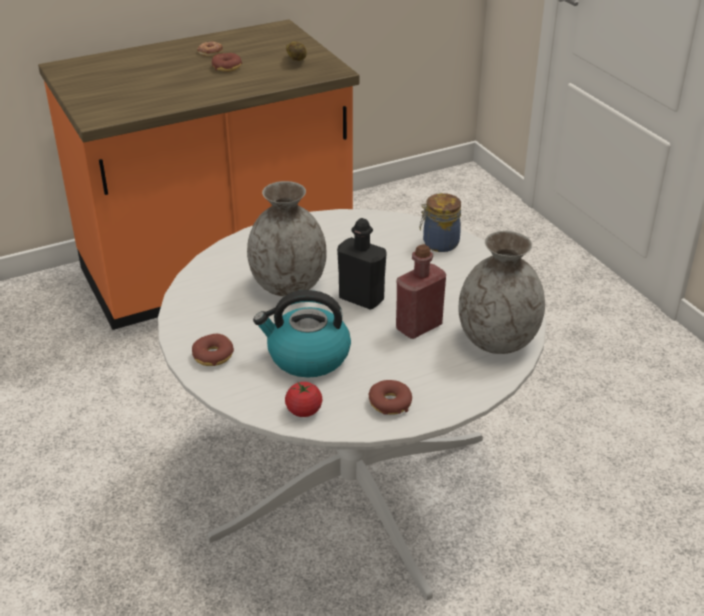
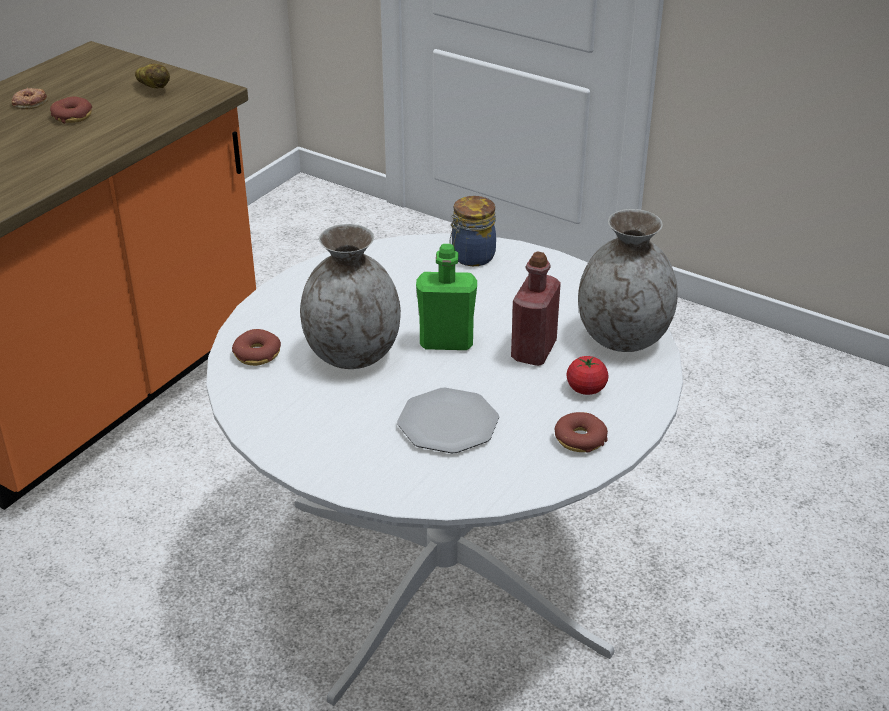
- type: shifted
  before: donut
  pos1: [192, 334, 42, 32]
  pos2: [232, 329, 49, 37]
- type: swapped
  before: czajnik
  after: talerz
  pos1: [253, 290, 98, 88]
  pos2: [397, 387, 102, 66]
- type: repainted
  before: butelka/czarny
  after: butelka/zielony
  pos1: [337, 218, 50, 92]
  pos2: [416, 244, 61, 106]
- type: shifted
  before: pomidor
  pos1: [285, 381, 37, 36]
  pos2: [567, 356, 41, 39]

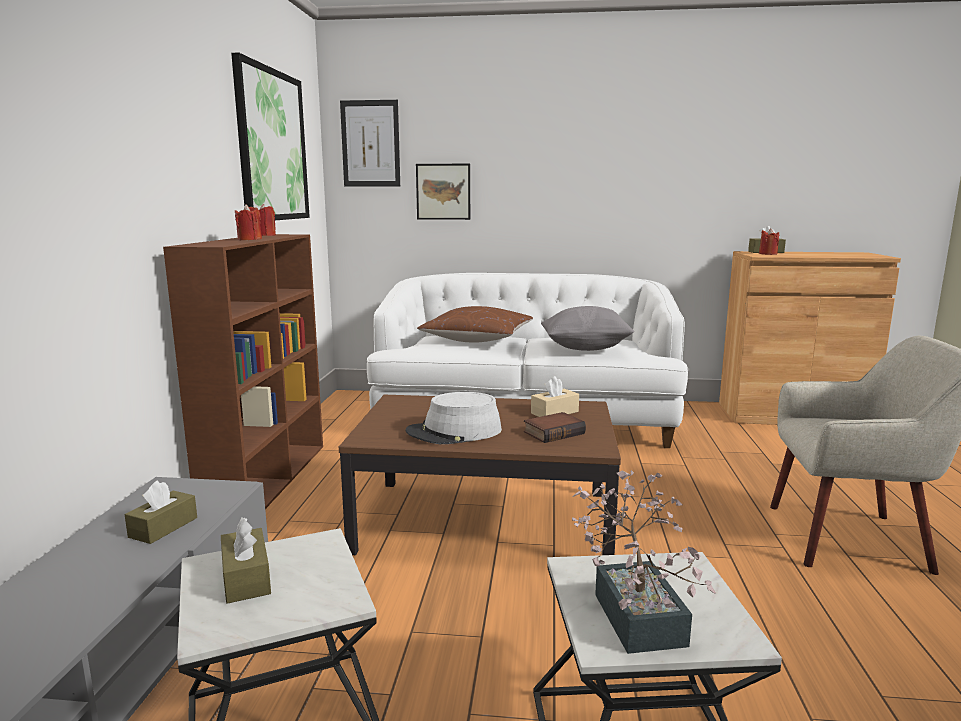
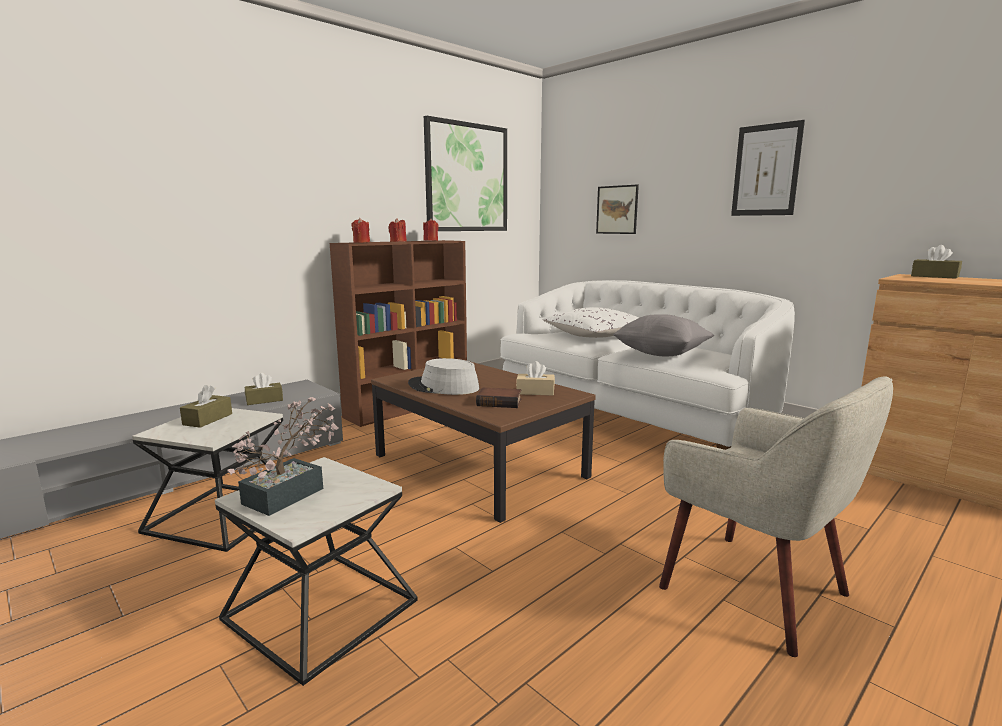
- type: shifted
  before: świeca/czerwony
  pos1: [759, 228, 20, 27]
  pos2: [351, 218, 19, 25]
- type: repainted
  before: poduszka/brązowy
  after: poduszka/biały
  pos1: [417, 306, 116, 37]
  pos2: [543, 307, 96, 31]
- type: shifted
  before: obraz
  pos1: [340, 100, 60, 87]
  pos2: [731, 120, 74, 96]

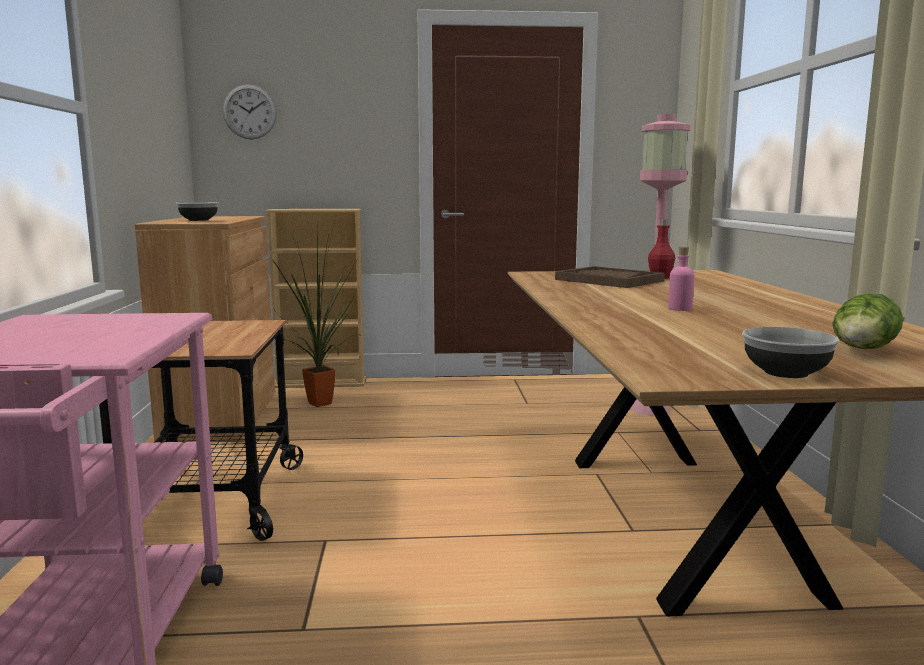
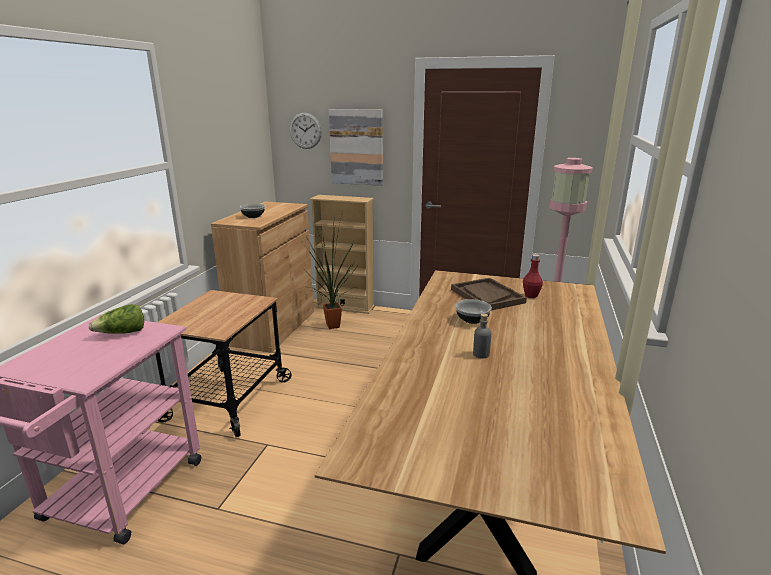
- type: shifted
  before: sałata
  pos1: [832, 293, 71, 56]
  pos2: [88, 304, 56, 30]
- type: new
  after: obraz
  pos2: [329, 109, 54, 77]
- type: shifted
  before: miska
  pos1: [742, 327, 97, 51]
  pos2: [455, 299, 37, 25]
- type: repainted
  before: butelka/różowy
  after: butelka/szary
  pos1: [668, 246, 26, 65]
  pos2: [473, 313, 18, 45]

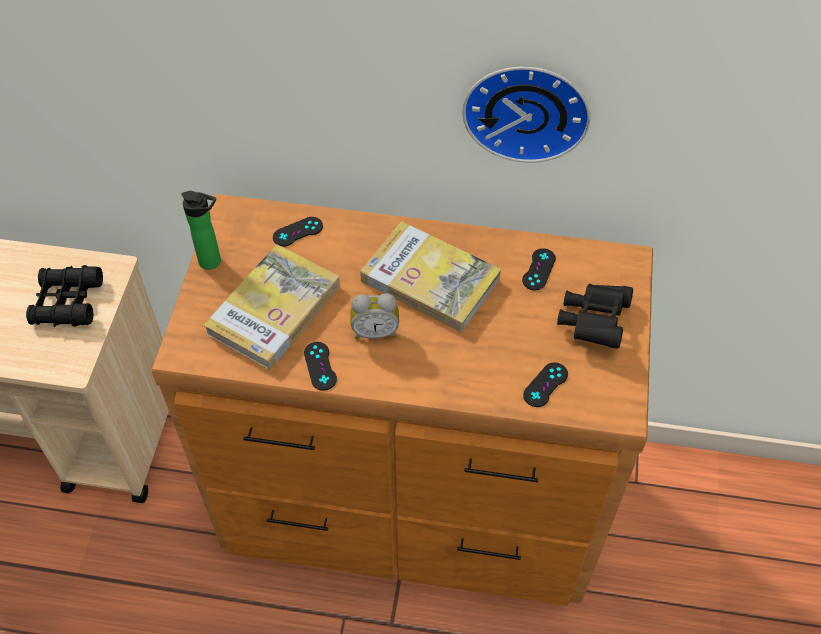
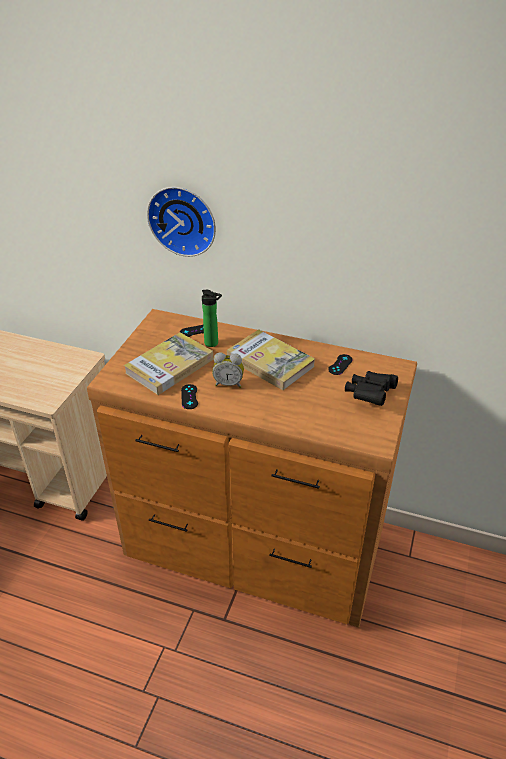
- type: shifted
  before: zegar ścienny
  pos1: [462, 67, 129, 96]
  pos2: [147, 187, 69, 70]
- type: shifted
  before: butelka
  pos1: [181, 191, 40, 79]
  pos2: [202, 290, 20, 57]
- type: gone
  before: lornetka/czarny
  pos1: [26, 265, 77, 62]
- type: gone
  before: pad do gier/czarny
  pos1: [523, 362, 45, 45]

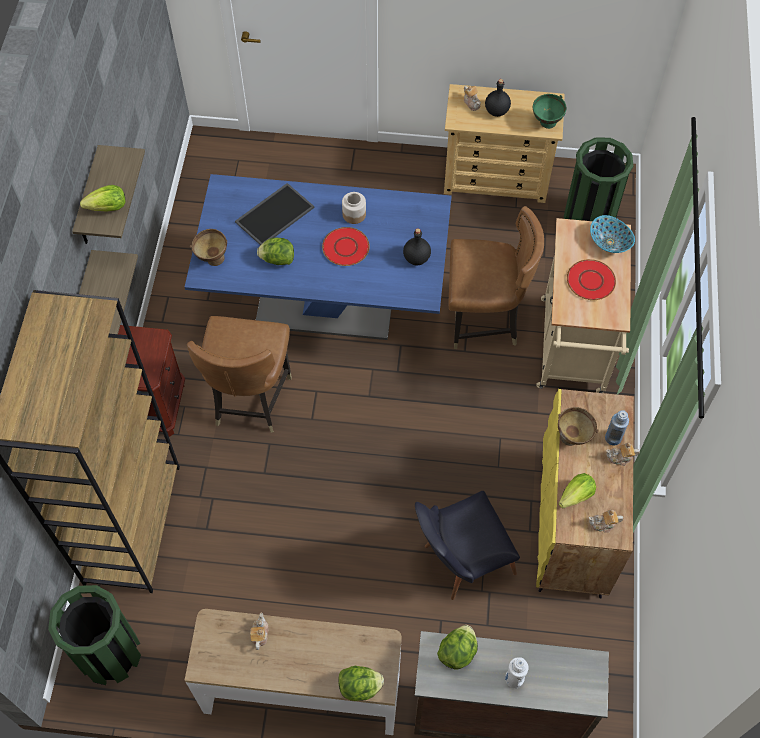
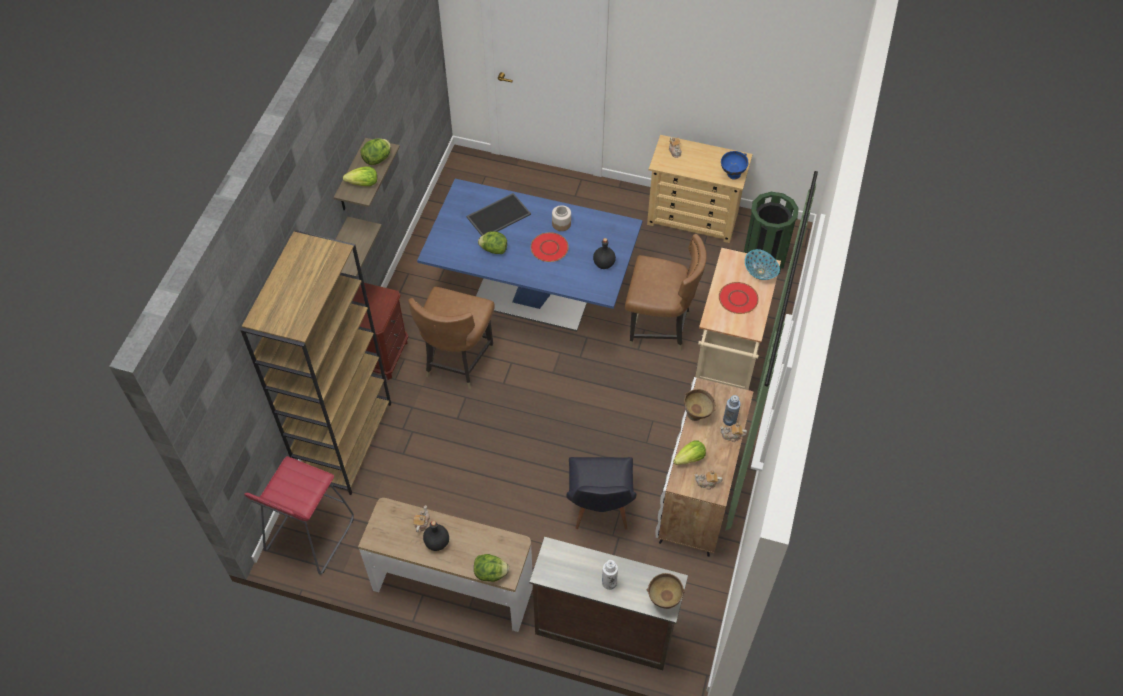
- type: swapped
  before: kosz na śmieci/zielony
  after: stołek/czerwony
  pos1: [48, 585, 93, 100]
  pos2: [244, 456, 110, 118]
- type: shifted
  before: sałata
  pos1: [437, 625, 41, 45]
  pos2: [361, 138, 30, 27]
- type: shifted
  before: butelka/czarny
  pos1: [485, 79, 26, 38]
  pos2: [423, 521, 26, 30]
- type: rotated
  before: krzesło/czarny
  pos1: [415, 491, 105, 109]
  pos2: [567, 457, 69, 72]
  turn: -75
- type: shifted
  before: miska/brązowy
  pos1: [190, 229, 37, 37]
  pos2: [646, 573, 39, 36]
- type: repainted
  before: szafka/żółty
  after: szafka/biały
  pos1: [536, 389, 98, 210]
  pos2: [655, 377, 99, 180]
- type: repainted
  before: miska/zielony
  after: miska/niebieski
  pos1: [533, 94, 33, 35]
  pos2: [721, 151, 27, 29]

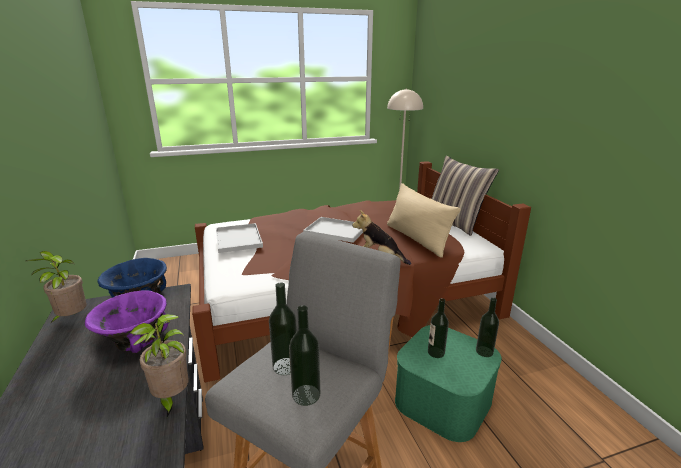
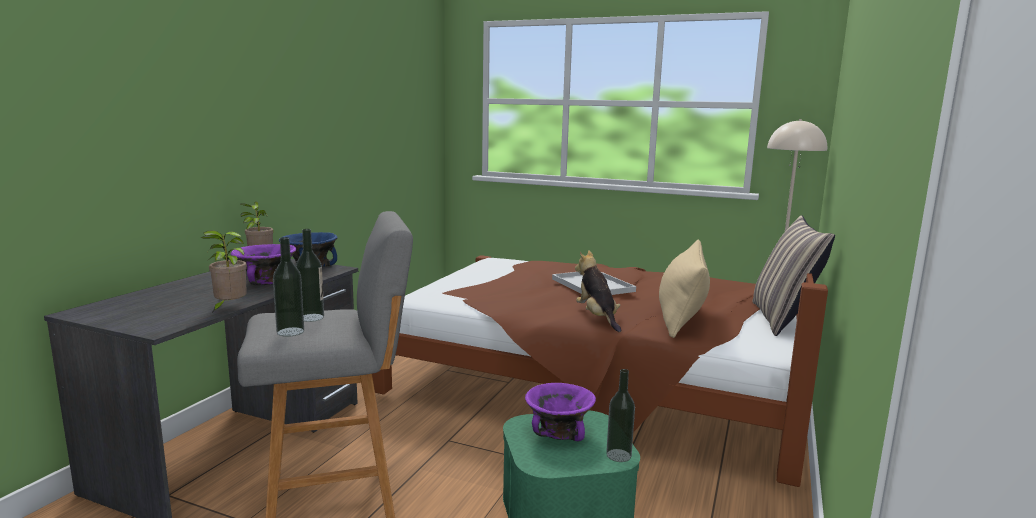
- type: swapped
  before: butelka
  after: miska/fioletowy
  pos1: [428, 298, 21, 60]
  pos2: [525, 383, 71, 58]
- type: gone
  before: taca/biały
  pos1: [216, 223, 47, 30]

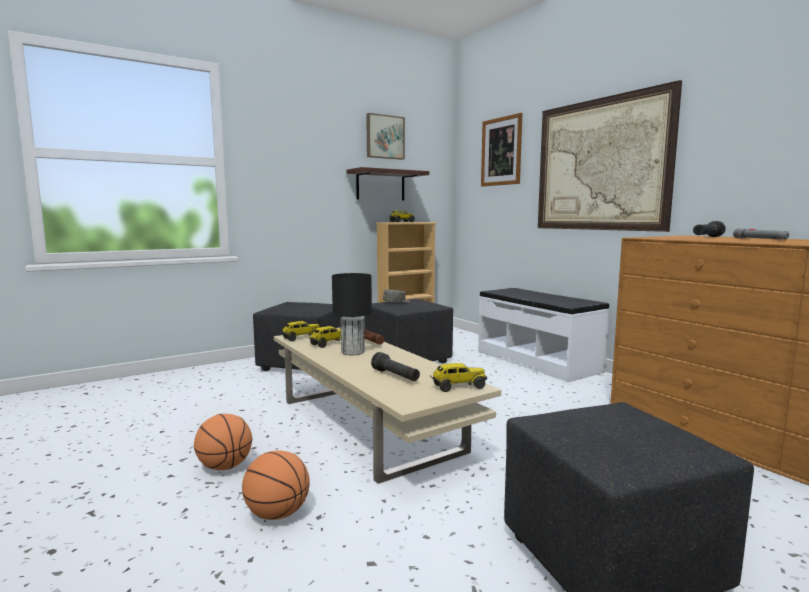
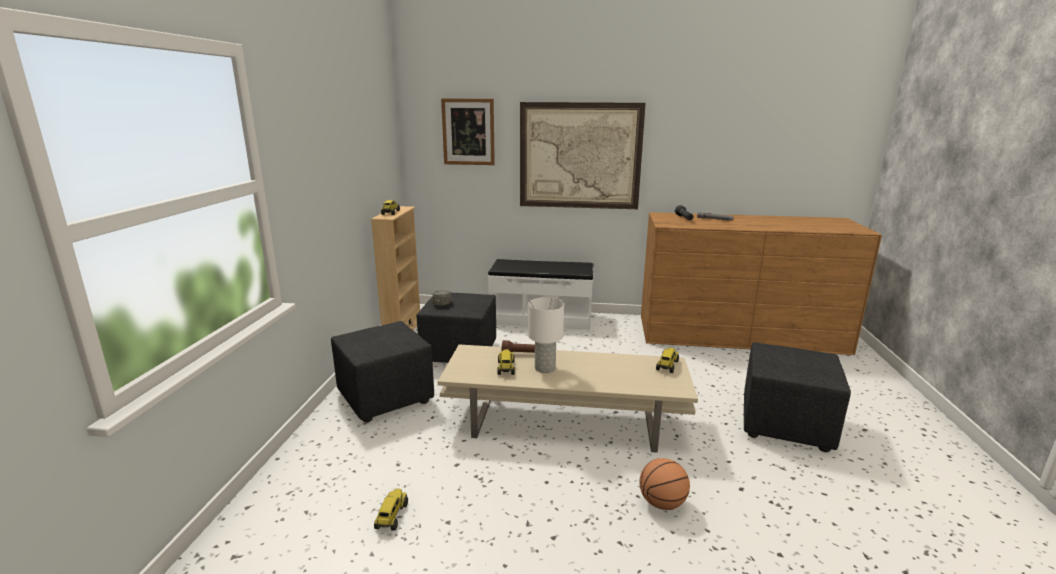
- type: shifted
  before: ciężarówka zabawkowa
  pos1: [280, 321, 40, 20]
  pos2: [374, 489, 34, 42]
- type: repainted
  before: lampa stołowa/czarny
  after: lampa stołowa/biały
  pos1: [332, 273, 40, 82]
  pos2: [528, 297, 36, 76]
- type: gone
  before: piłka do koszykówki
  pos1: [194, 414, 58, 56]
- type: gone
  before: półka
  pos1: [346, 167, 83, 33]
- type: gone
  before: obraz
  pos1: [366, 113, 39, 47]
- type: gone
  before: latarka/czarny
  pos1: [371, 352, 49, 29]

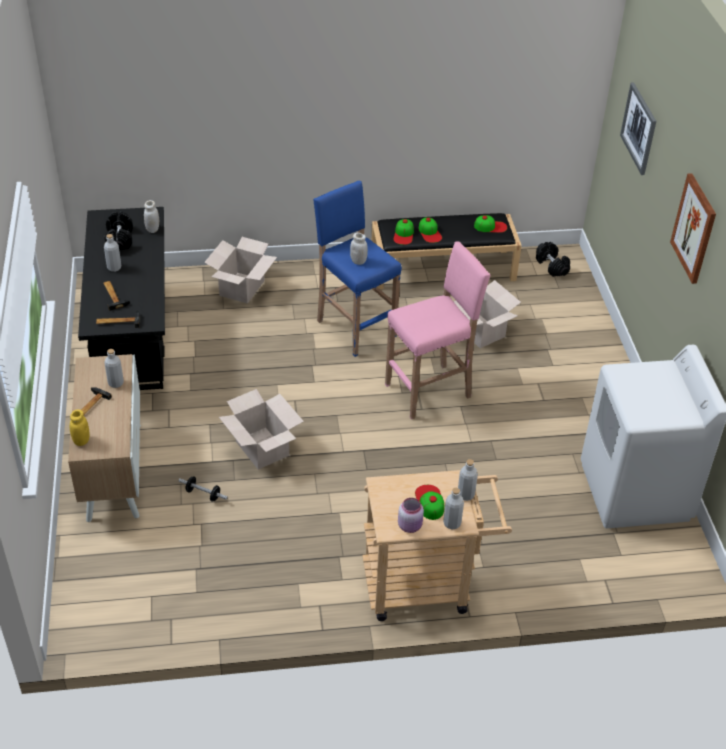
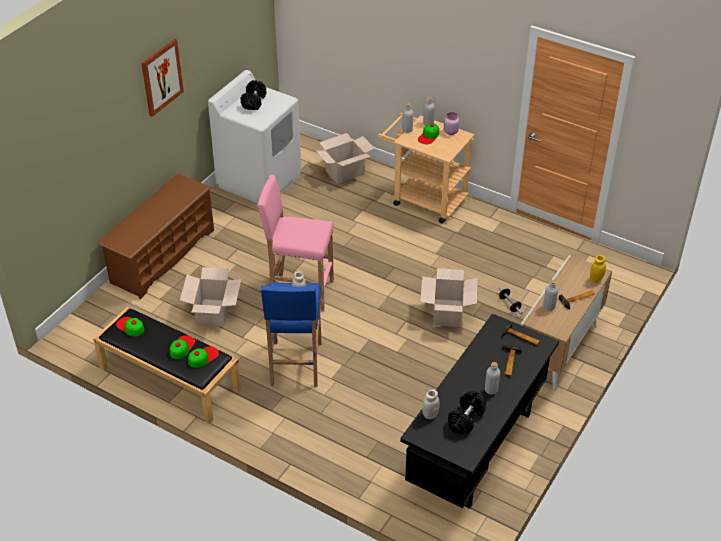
- type: new
  after: regał na buty/brązowy
  pos2: [97, 174, 117, 125]
- type: shifted
  before: hantel/czarny
  pos1: [536, 242, 34, 35]
  pos2: [240, 80, 27, 30]
- type: shifted
  before: karton
  pos1: [204, 237, 73, 67]
  pos2: [316, 133, 58, 51]
- type: gone
  before: obraz
  pos1: [620, 82, 36, 93]

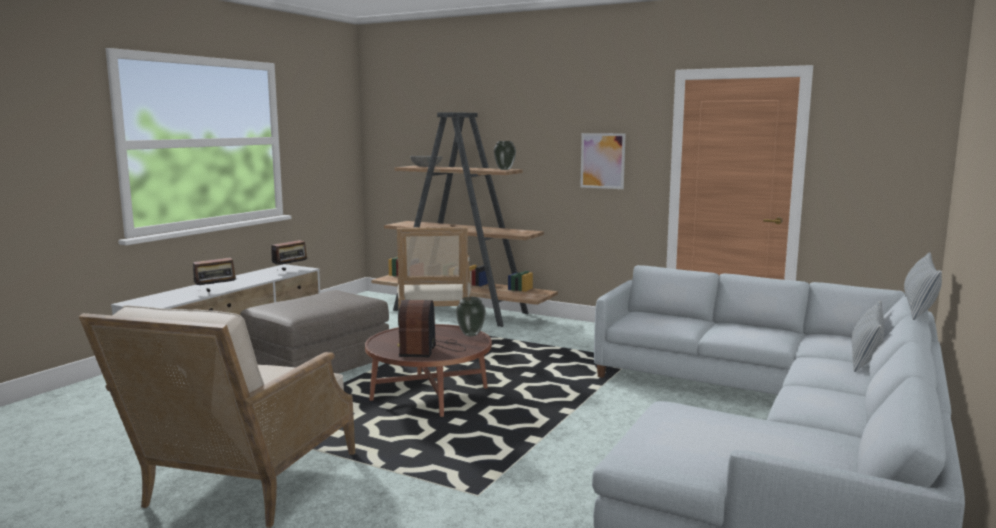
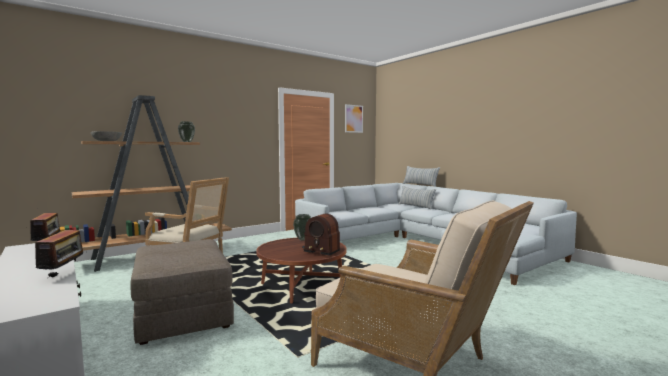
- type: shifted
  before: obraz
  pos1: [580, 133, 46, 56]
  pos2: [345, 104, 18, 29]

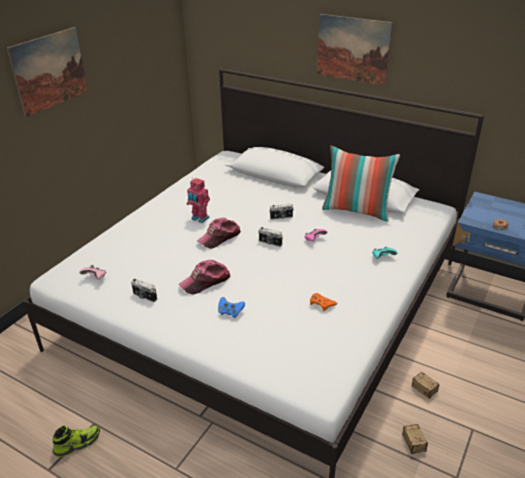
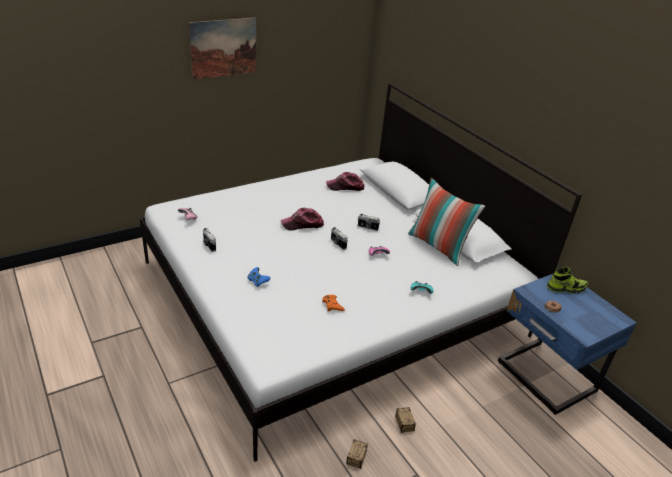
- type: shifted
  before: czapka z daszkiem
  pos1: [179, 260, 52, 35]
  pos2: [326, 172, 38, 19]
- type: shifted
  before: but
  pos1: [53, 425, 47, 32]
  pos2: [547, 267, 41, 27]
- type: gone
  before: robot zabawkowy
  pos1: [187, 178, 23, 45]
- type: gone
  before: obraz
  pos1: [317, 14, 76, 71]

